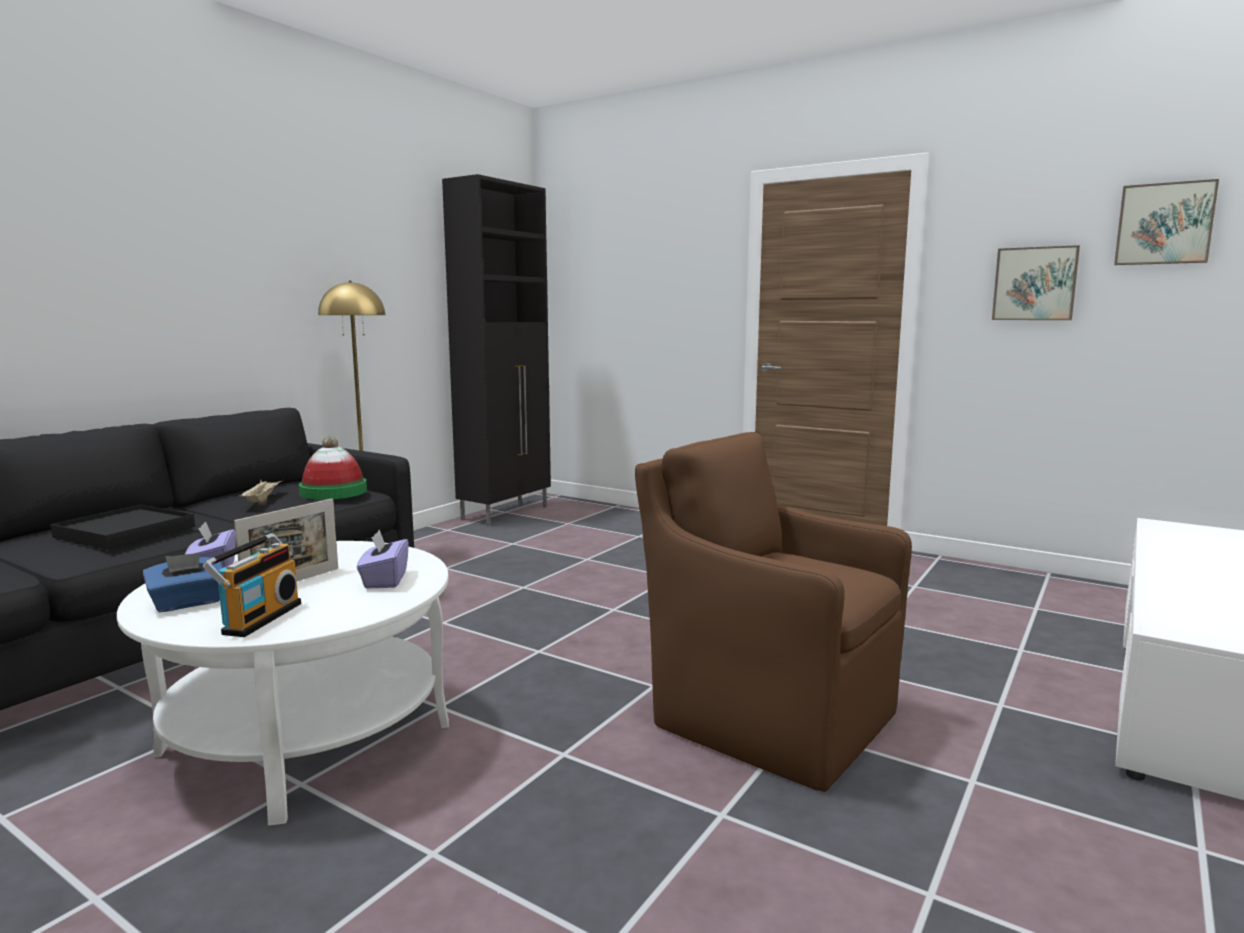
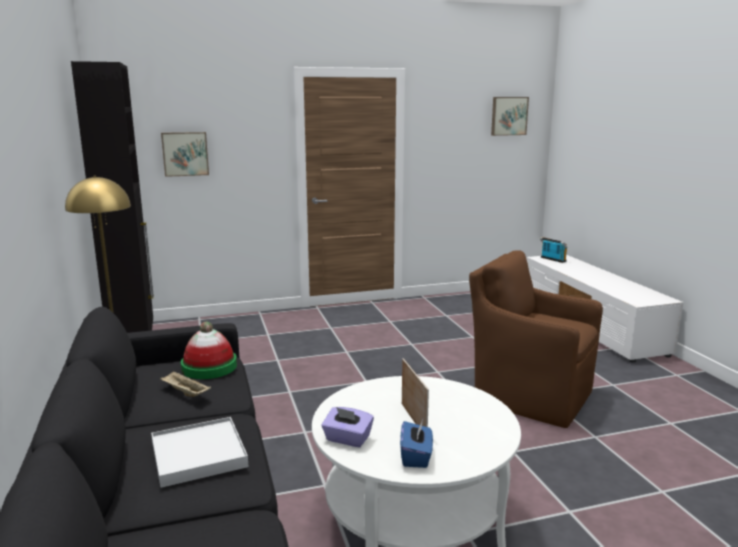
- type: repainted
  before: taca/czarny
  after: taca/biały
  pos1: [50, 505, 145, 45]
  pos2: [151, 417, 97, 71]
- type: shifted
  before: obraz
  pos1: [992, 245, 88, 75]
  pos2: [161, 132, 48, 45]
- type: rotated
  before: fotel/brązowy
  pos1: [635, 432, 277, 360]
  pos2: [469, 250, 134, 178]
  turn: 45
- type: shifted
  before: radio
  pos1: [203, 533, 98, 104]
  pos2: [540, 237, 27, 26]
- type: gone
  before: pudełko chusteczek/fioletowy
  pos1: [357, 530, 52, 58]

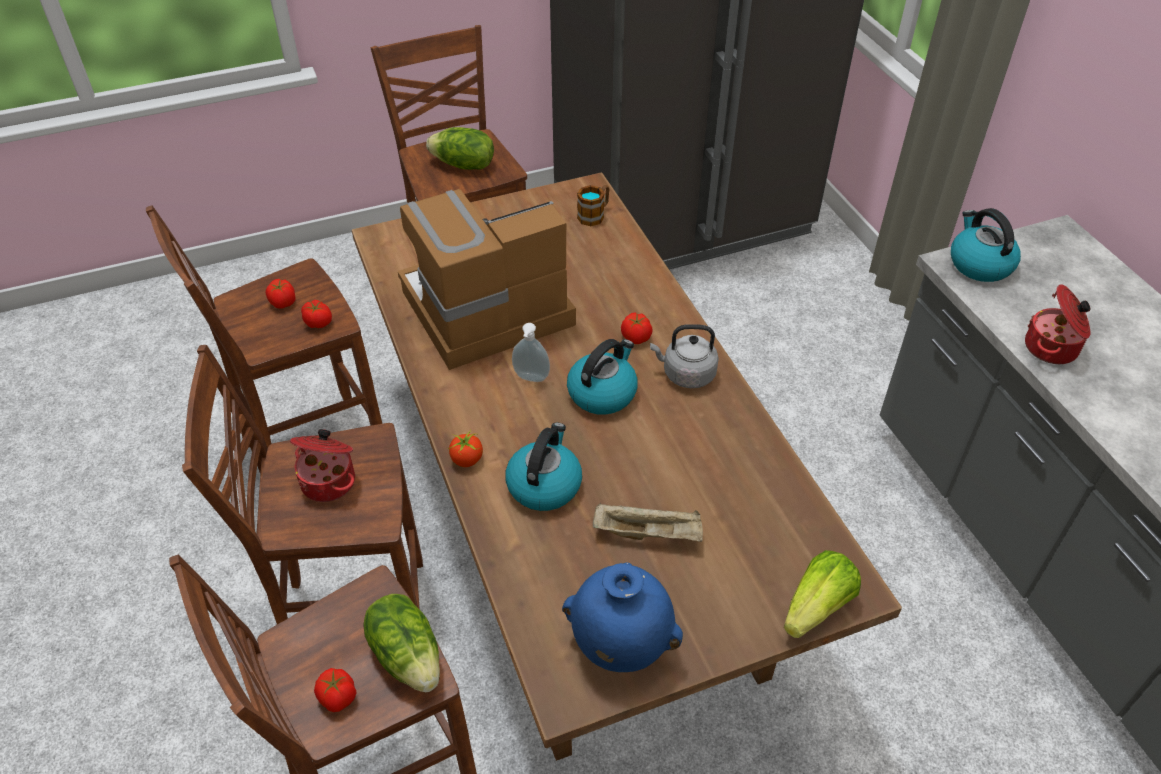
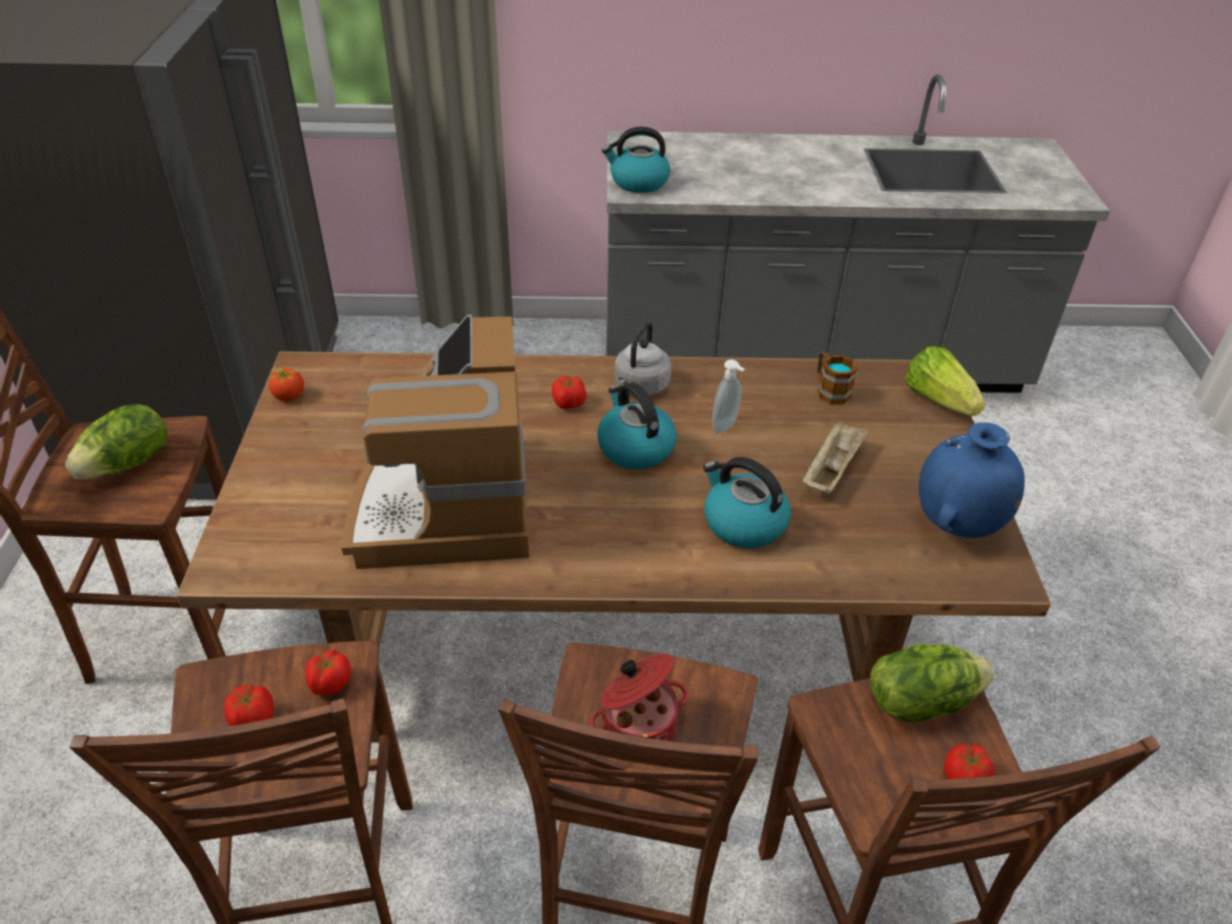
- type: shifted
  before: pomidor
  pos1: [448, 429, 35, 38]
  pos2: [267, 368, 37, 33]
- type: shifted
  before: dozownik mydła
  pos1: [512, 323, 38, 59]
  pos2: [712, 359, 33, 74]
- type: shifted
  before: kubek
  pos1: [577, 185, 32, 41]
  pos2: [817, 351, 40, 54]
- type: gone
  before: garnek
  pos1: [1025, 284, 65, 80]

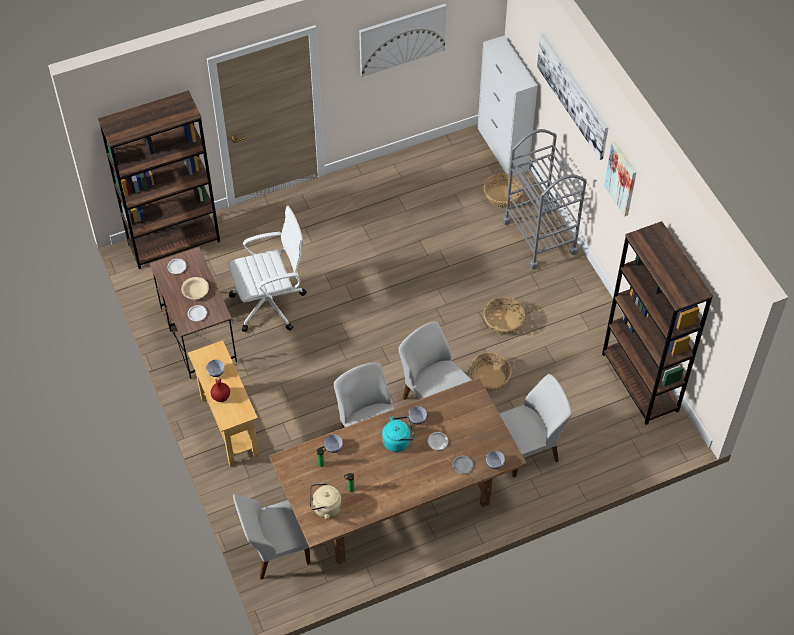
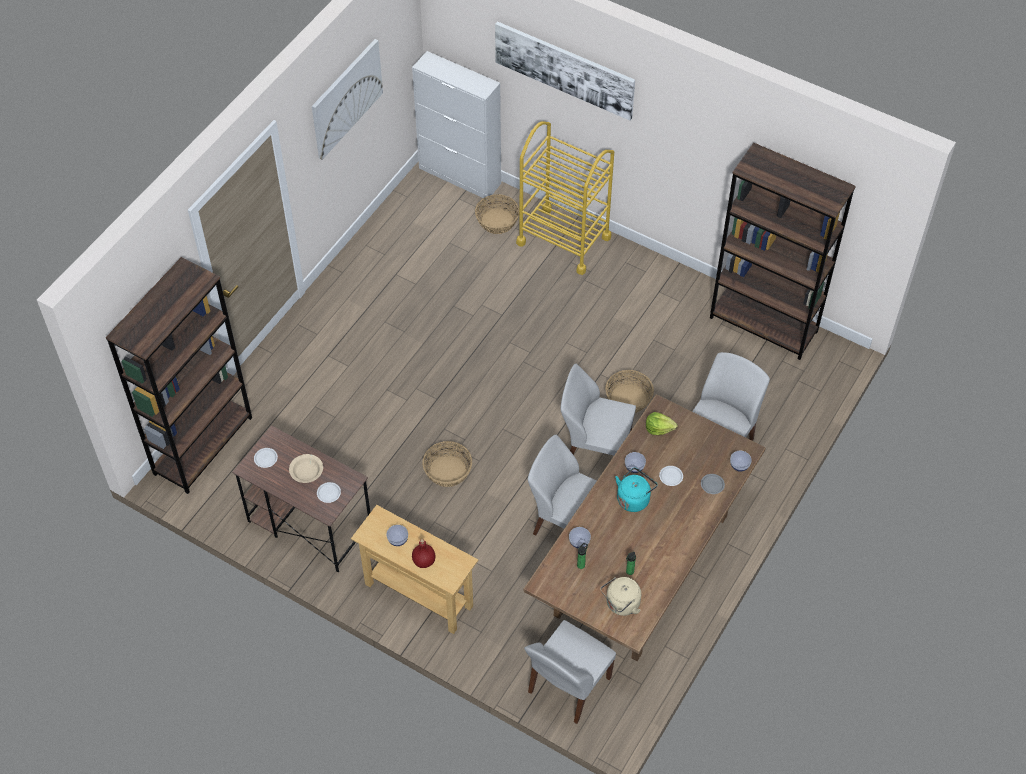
- type: shifted
  before: koszyk
  pos1: [483, 297, 42, 38]
  pos2: [422, 441, 50, 46]
- type: repainted
  before: wózek/szary
  after: wózek/żółty
  pos1: [502, 129, 85, 140]
  pos2: [516, 122, 98, 153]
- type: new
  after: sałata
  pos2: [646, 412, 32, 23]
- type: gone
  before: krzesło biurowe/biały
  pos1: [228, 206, 79, 126]
- type: gone
  before: obraz
  pos1: [604, 141, 33, 75]

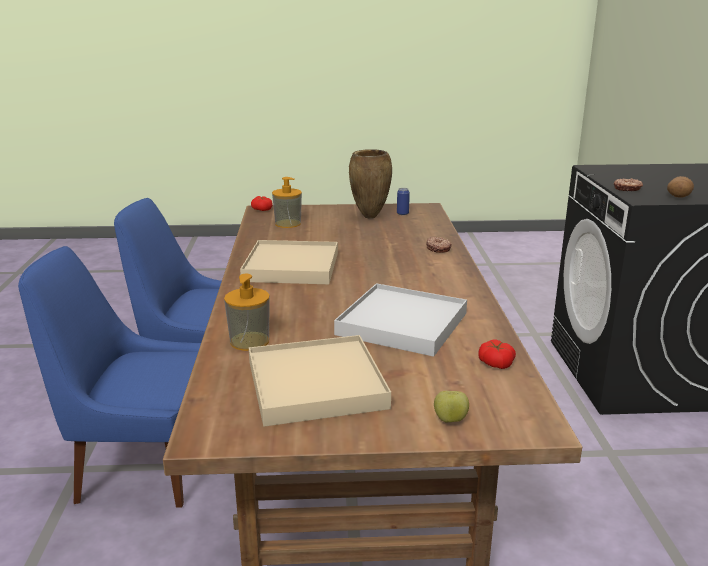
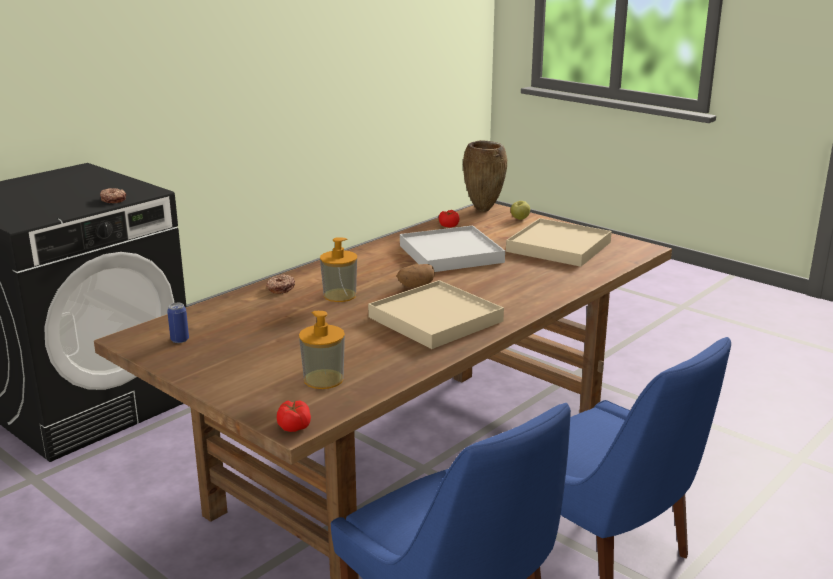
- type: shifted
  before: dozownik mydła
  pos1: [224, 274, 46, 77]
  pos2: [320, 237, 37, 65]
- type: shifted
  before: ziemniak
  pos1: [667, 176, 27, 22]
  pos2: [397, 264, 38, 24]
- type: shifted
  before: wazon/brązowy
  pos1: [349, 149, 43, 70]
  pos2: [463, 140, 44, 72]

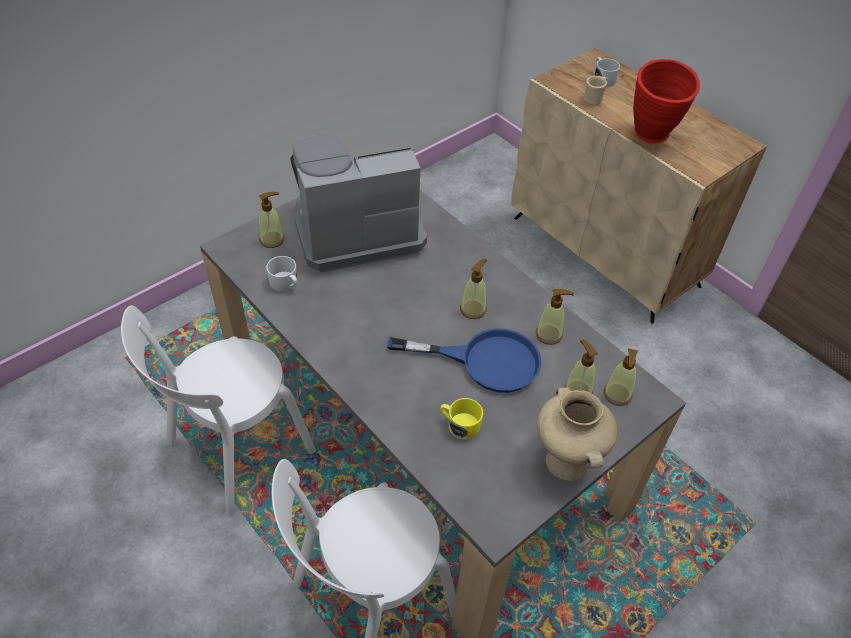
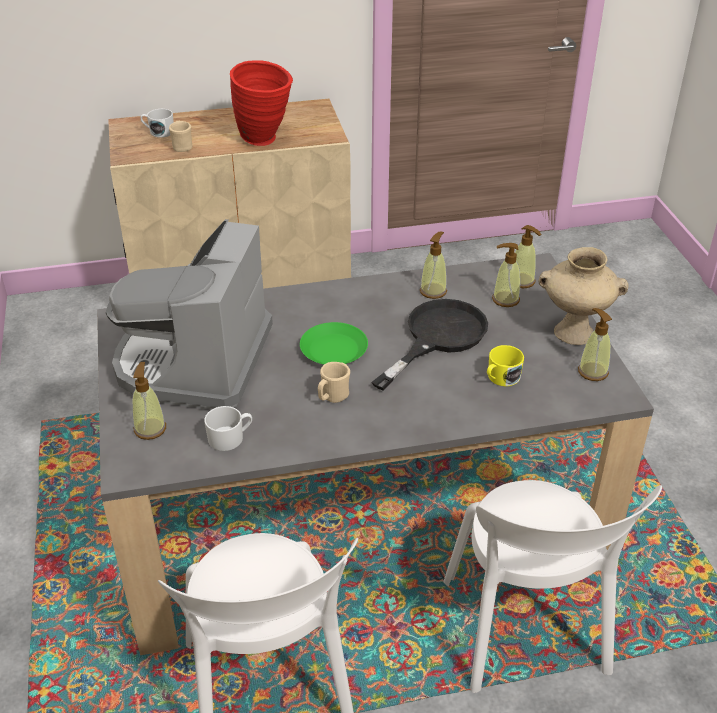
- type: new
  after: talerz/zielony
  pos2: [300, 322, 68, 43]
- type: new
  after: kubek/beżowy
  pos2: [318, 362, 32, 41]
- type: repainted
  before: patelnia/niebieski
  after: patelnia/czarny
  pos1: [387, 328, 155, 65]
  pos2: [372, 299, 116, 92]
- type: shifted
  before: dozownik mydła
  pos1: [460, 259, 27, 60]
  pos2: [578, 308, 34, 73]

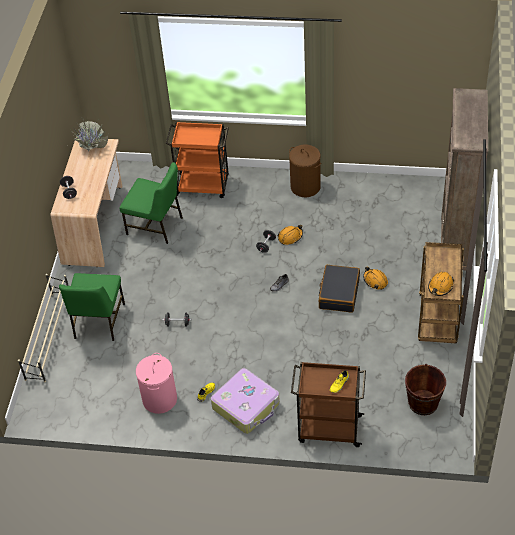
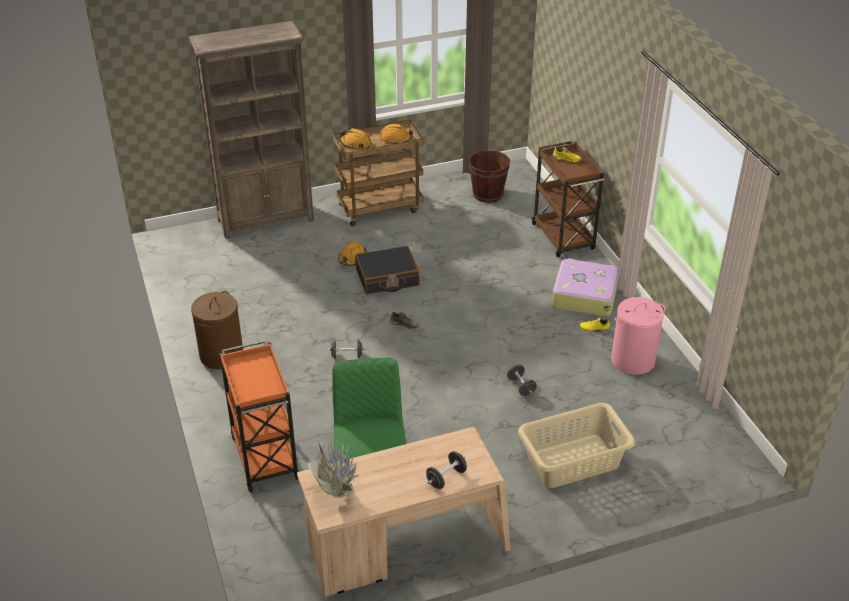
- type: shifted
  before: kask/pomarańczowy
  pos1: [278, 225, 25, 20]
  pos2: [340, 128, 32, 22]
- type: swapped
  before: krzesło/zielony
  after: kosz na pranie/beżowy
  pos1: [59, 273, 66, 68]
  pos2: [518, 403, 117, 85]
- type: gone
  before: regał na buty/beżowy
  pos1: [18, 274, 51, 108]

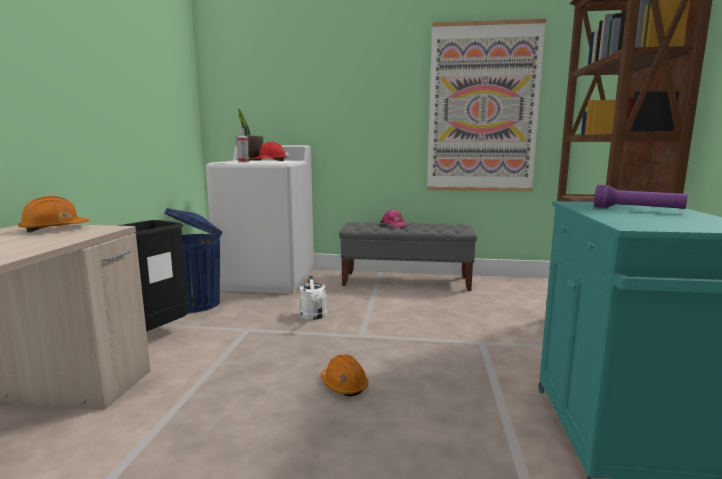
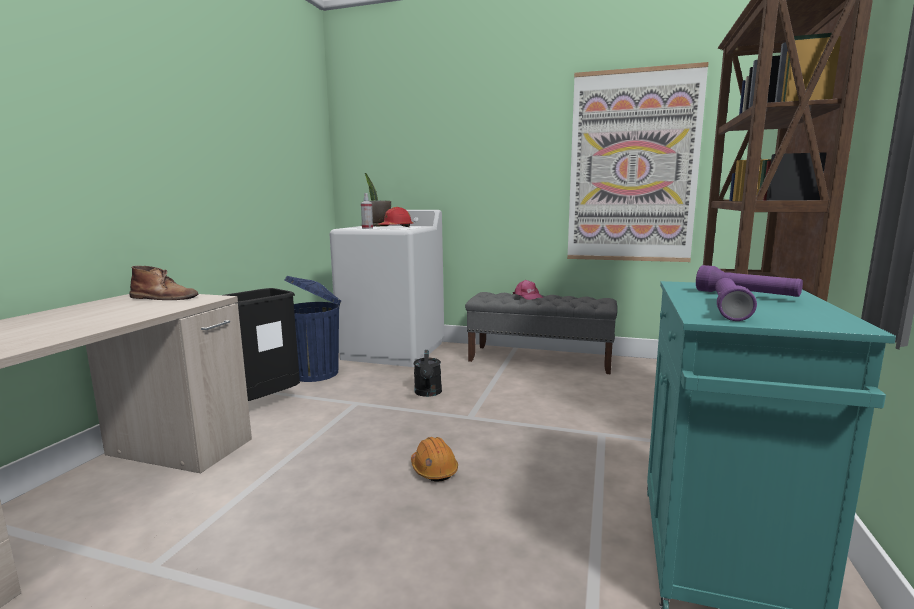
- type: swapped
  before: kask/pomarańczowy
  after: but z cholewką/brązowy
  pos1: [18, 196, 72, 36]
  pos2: [129, 266, 69, 34]
- type: repainted
  before: konewka/biały
  after: konewka/czarny
  pos1: [300, 276, 27, 44]
  pos2: [414, 350, 28, 47]
- type: new
  after: latarka/fioletowy
  pos2: [715, 278, 42, 43]

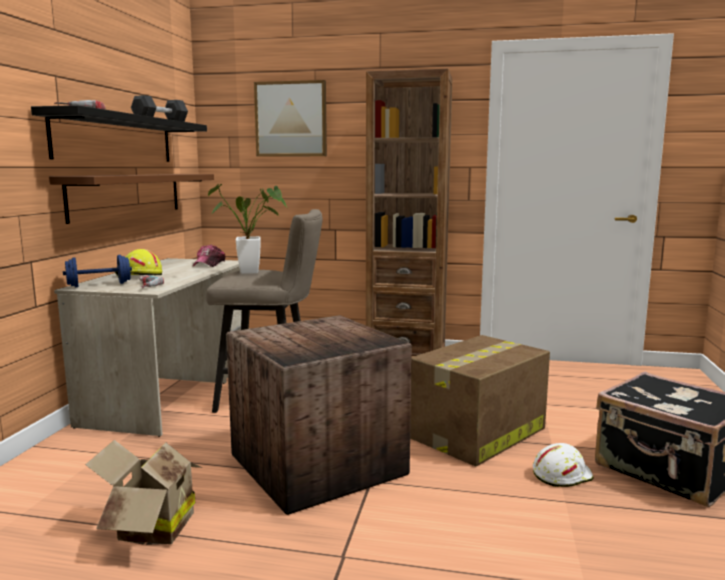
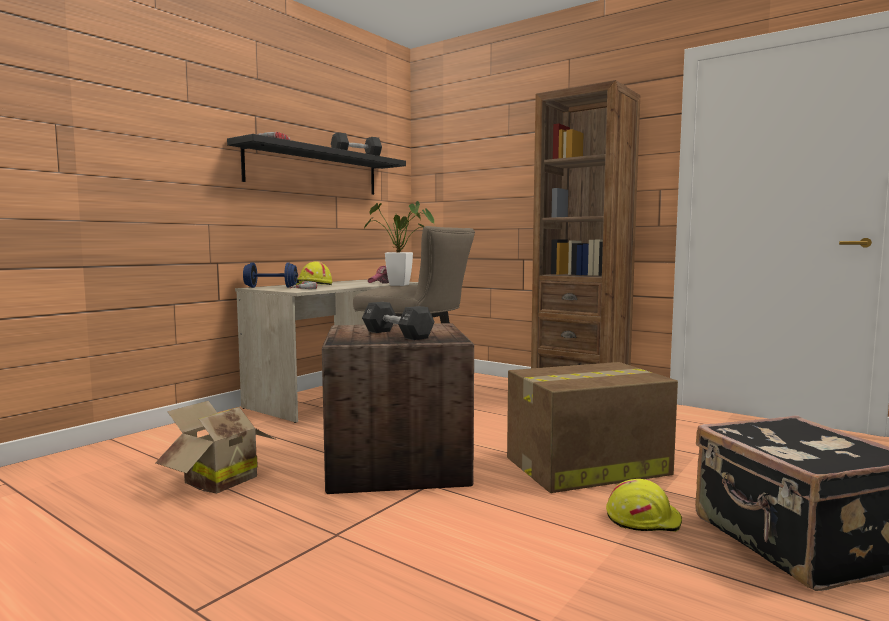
- type: new
  after: hantel/czarny
  pos2: [362, 302, 72, 38]
- type: repainted
  before: kask/biały
  after: kask/żółty
  pos1: [533, 443, 60, 44]
  pos2: [606, 479, 76, 53]
- type: gone
  before: półka/brązowy
  pos1: [49, 174, 165, 50]
- type: gone
  before: obraz
  pos1: [254, 80, 73, 77]

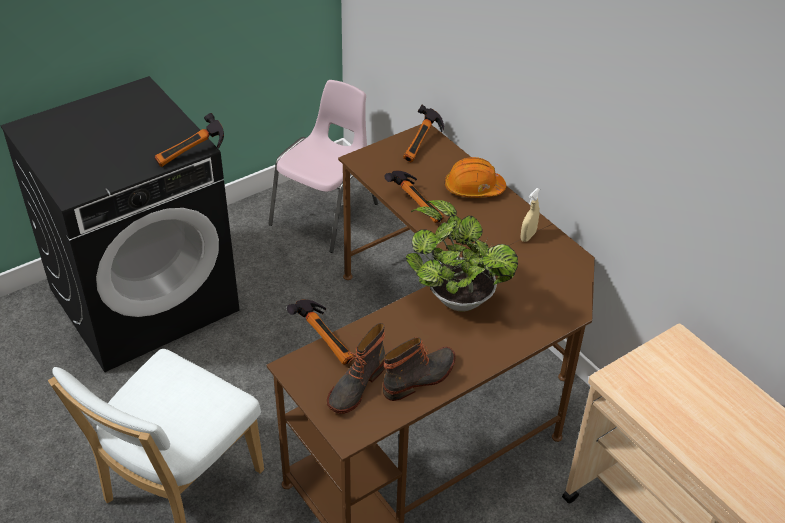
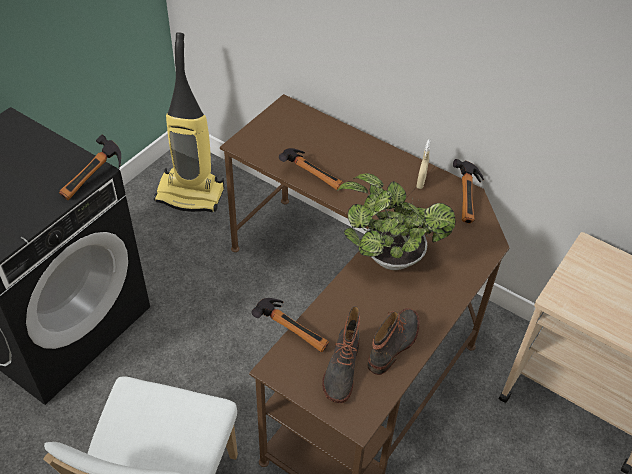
- type: swapped
  before: krzesło/różowy
  after: odkurzacz
  pos1: [268, 80, 110, 173]
  pos2: [154, 32, 70, 180]
- type: shifted
  before: młotek
  pos1: [403, 105, 41, 57]
  pos2: [453, 159, 31, 65]
- type: gone
  before: kask/pomarańczowy
  pos1: [445, 157, 61, 41]

